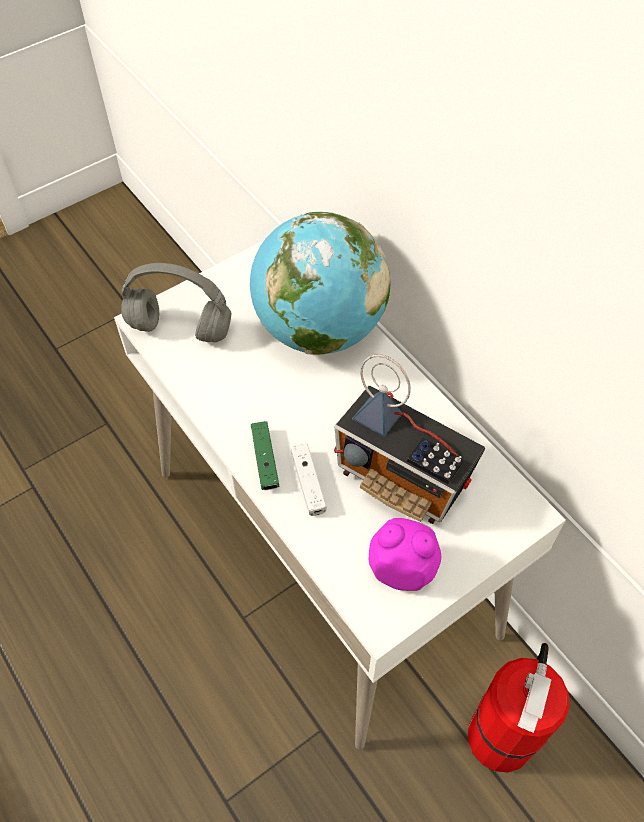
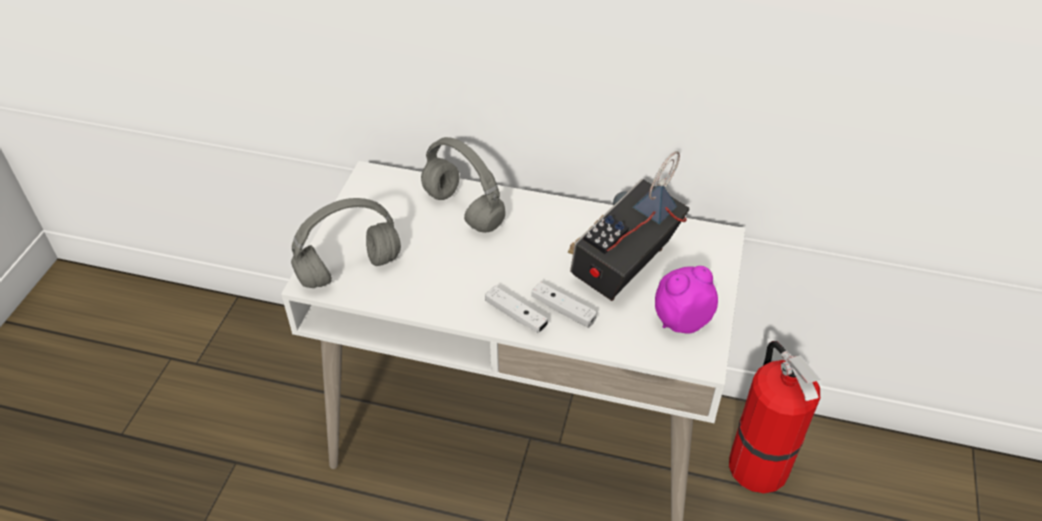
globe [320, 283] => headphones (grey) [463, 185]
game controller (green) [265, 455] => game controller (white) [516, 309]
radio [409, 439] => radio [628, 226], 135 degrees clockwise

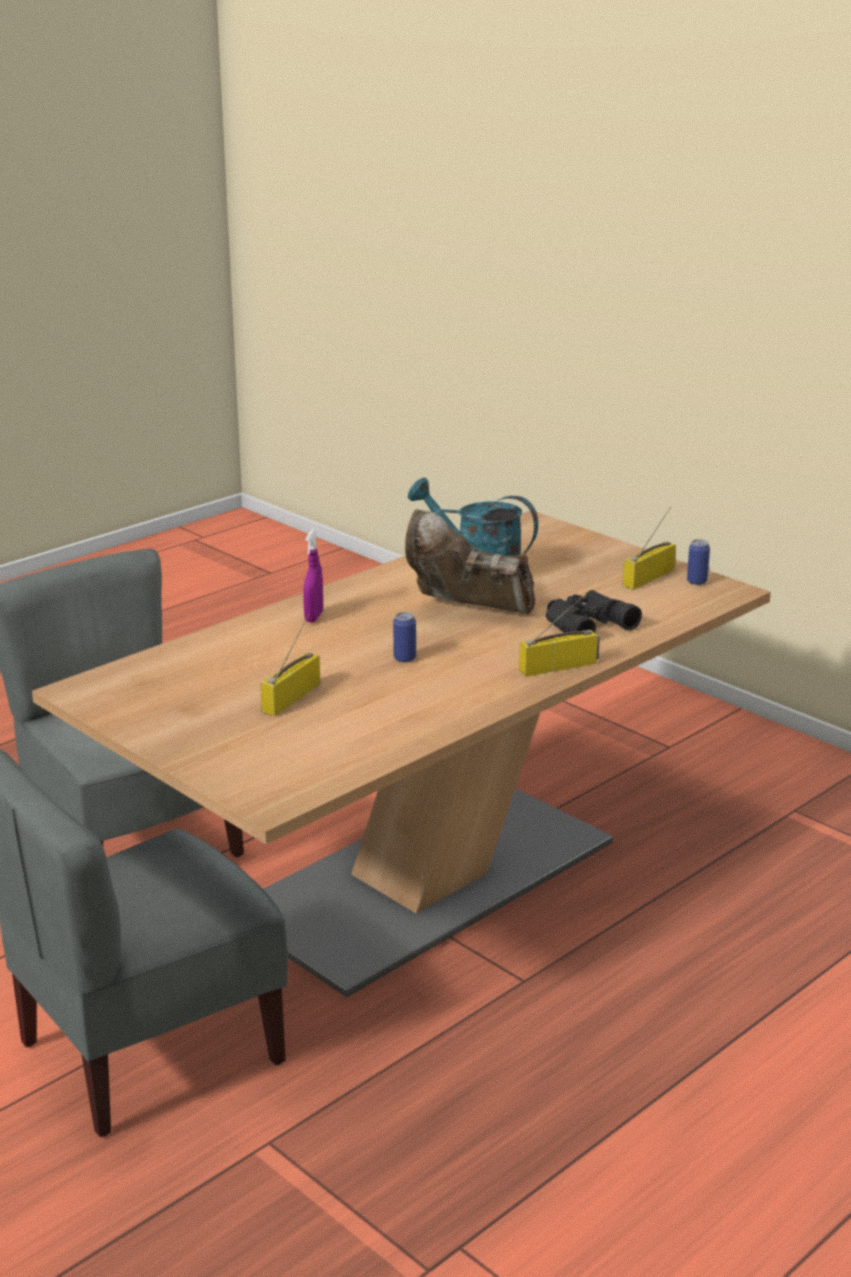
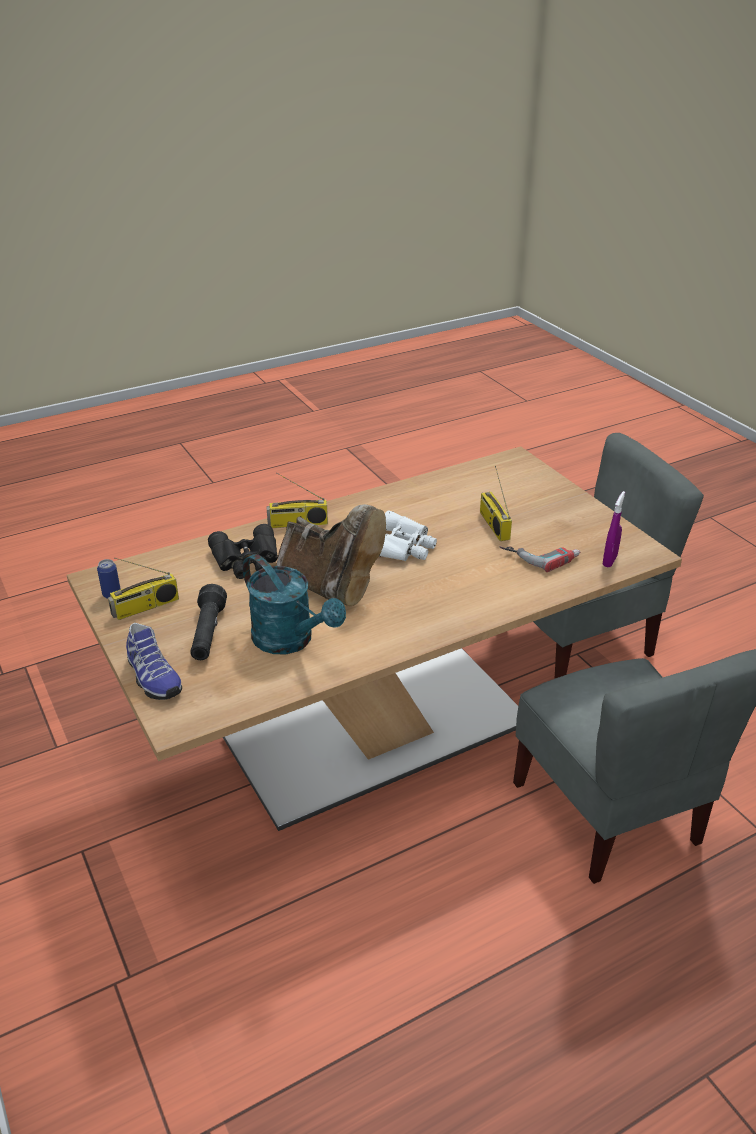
radio [290, 665] => radio [496, 503], 120 degrees clockwise
spray bottle (purple) [313, 576] => spray bottle (purple) [614, 529], shifted
can [404, 637] => binoculars (white) [408, 535]
nothing => shoe [154, 661]
nothing => flashlight (black) [208, 622]
nothing => power drill [540, 559]

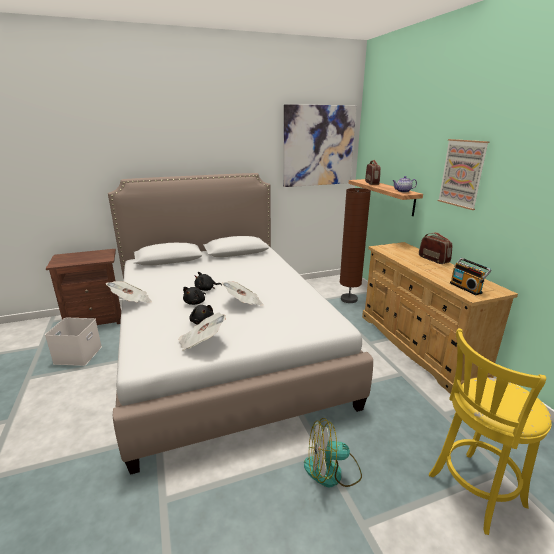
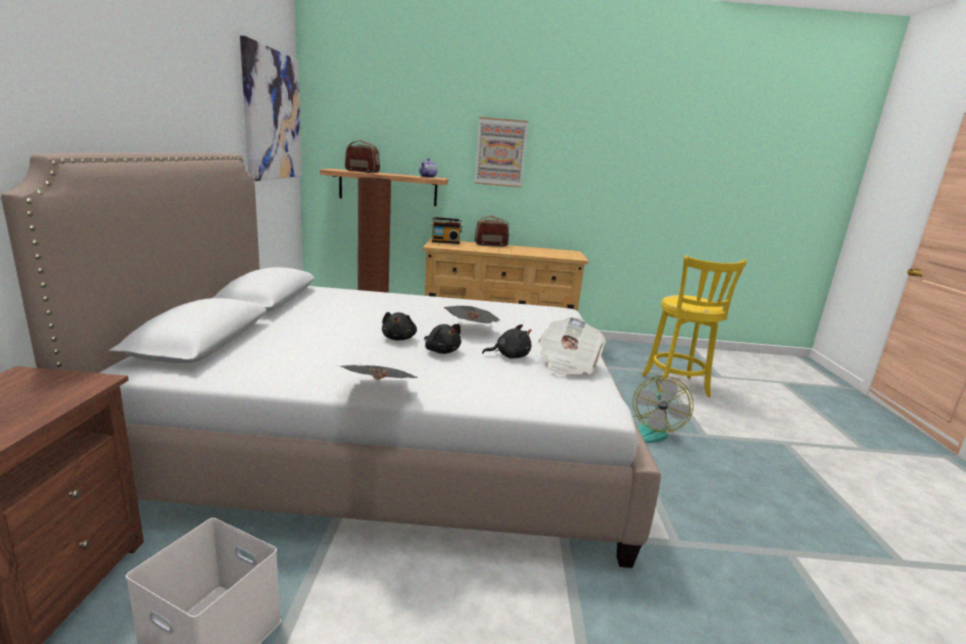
radio [471, 276] => radio [447, 230], shifted

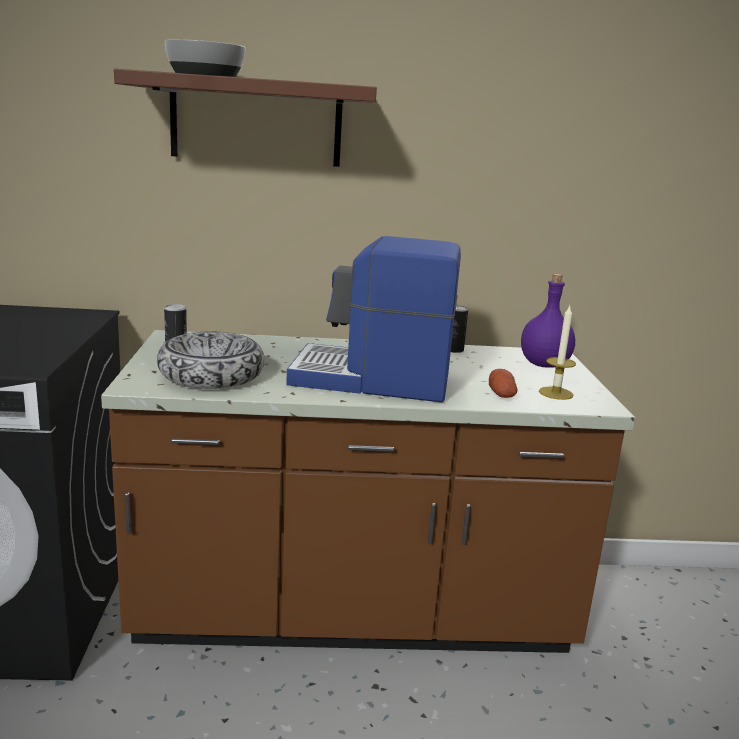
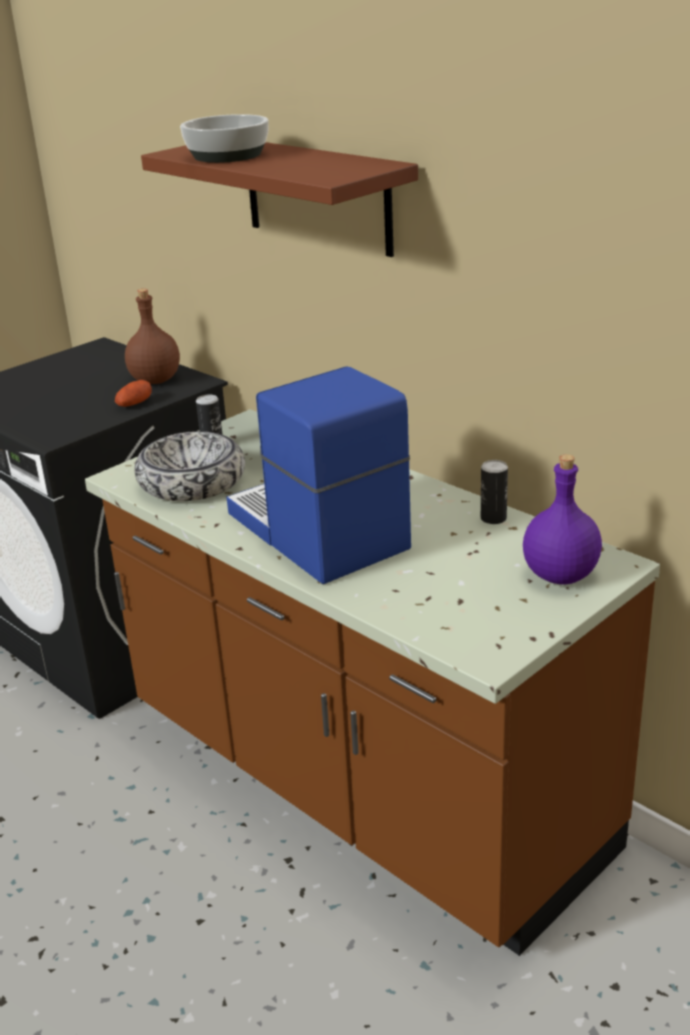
potato [503, 383] => potato [133, 393], shifted
candle [557, 353] => nothing
nothing => bottle (brown) [152, 336]

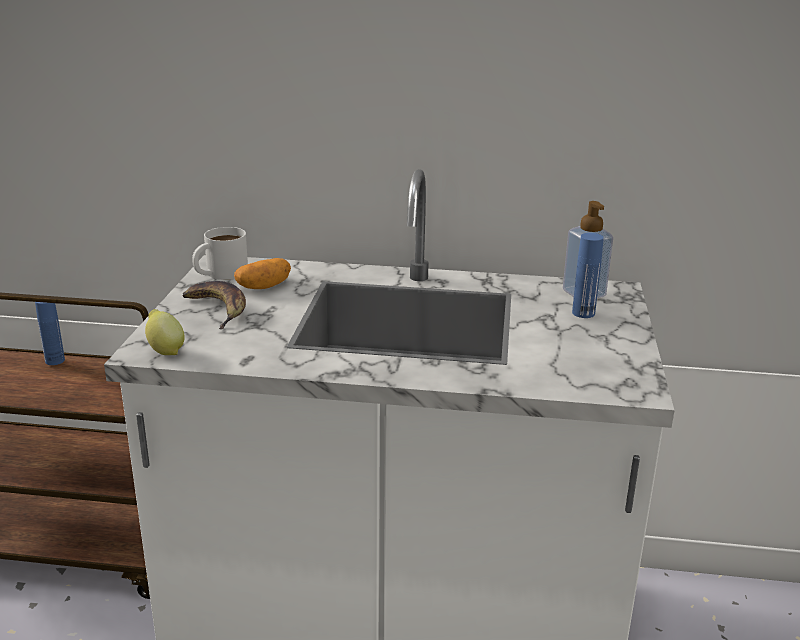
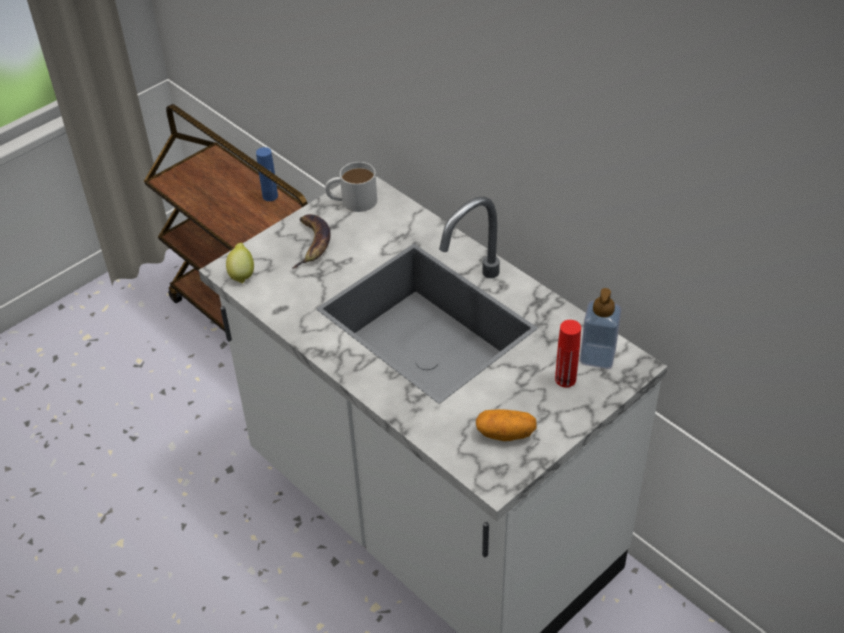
potato [262, 273] => potato [506, 425], shifted
bottle (blue) [588, 275] => bottle (red) [568, 353]

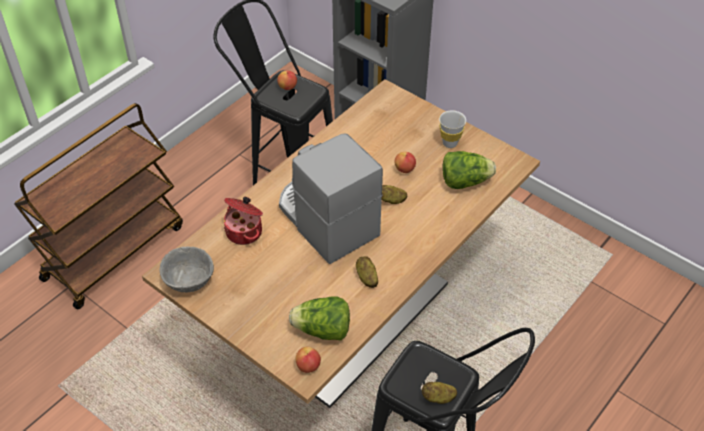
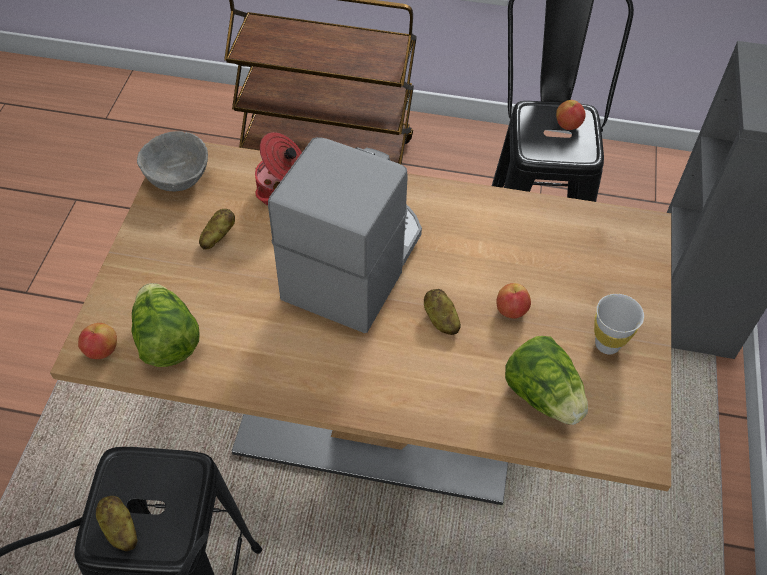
potato [367, 272] => potato [217, 229], shifted

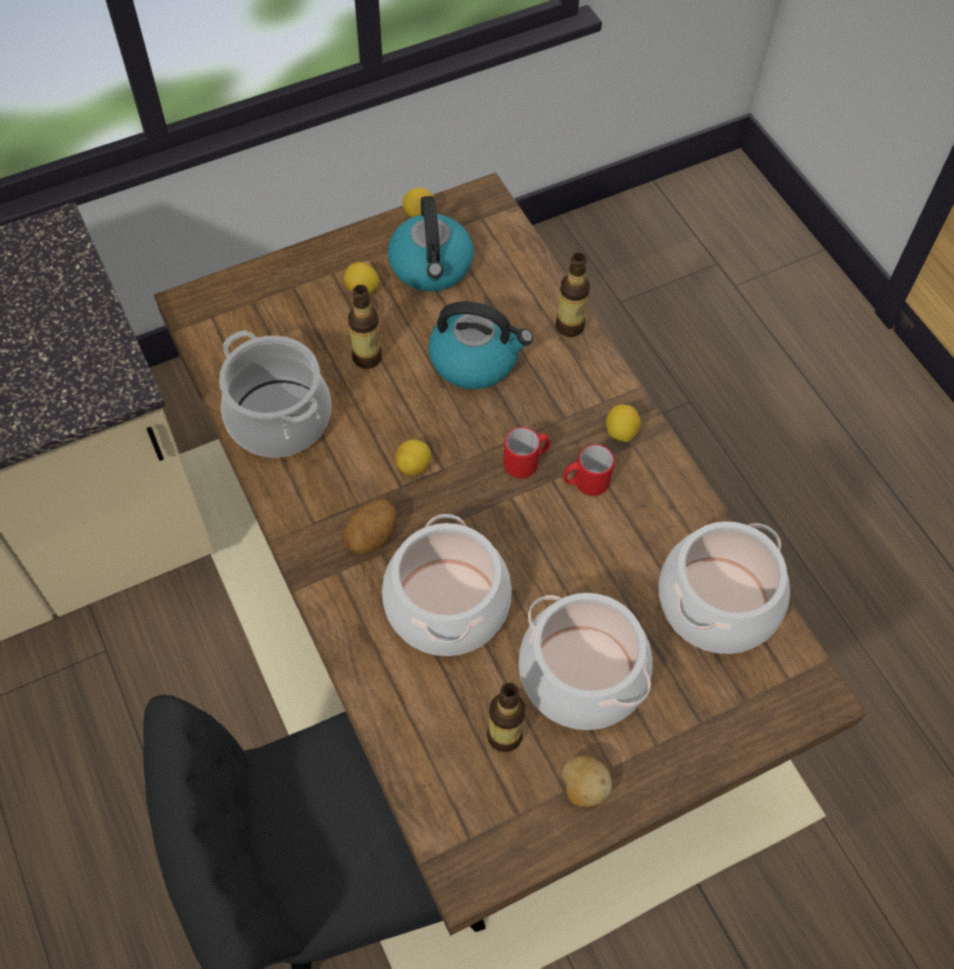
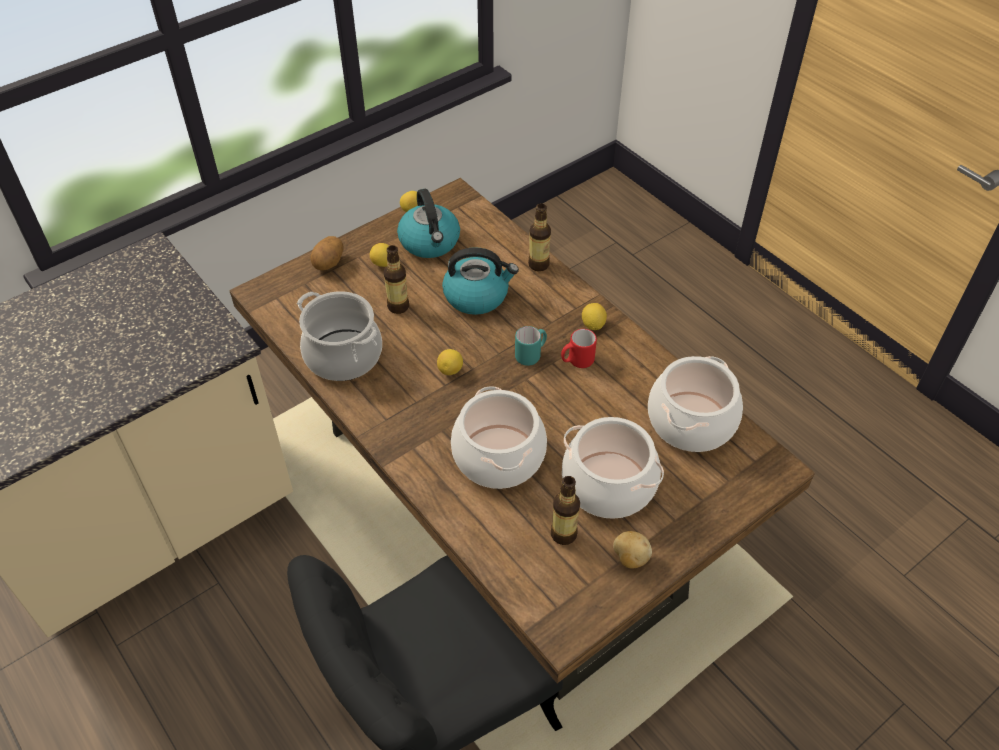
potato [370, 527] => potato [327, 253], shifted
mug (red) [526, 452] => mug (turquoise) [531, 346]

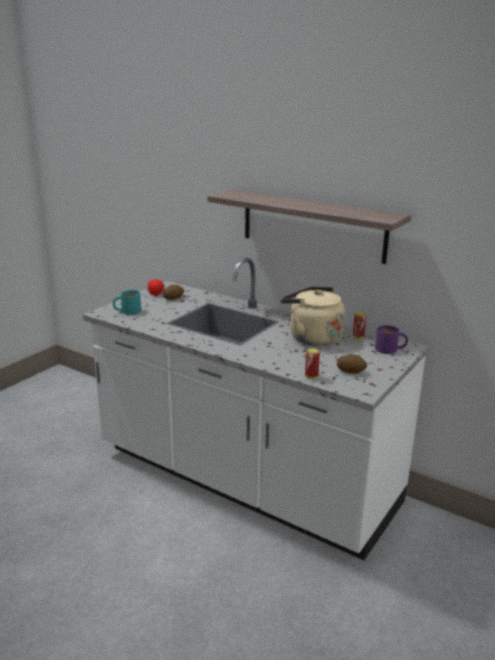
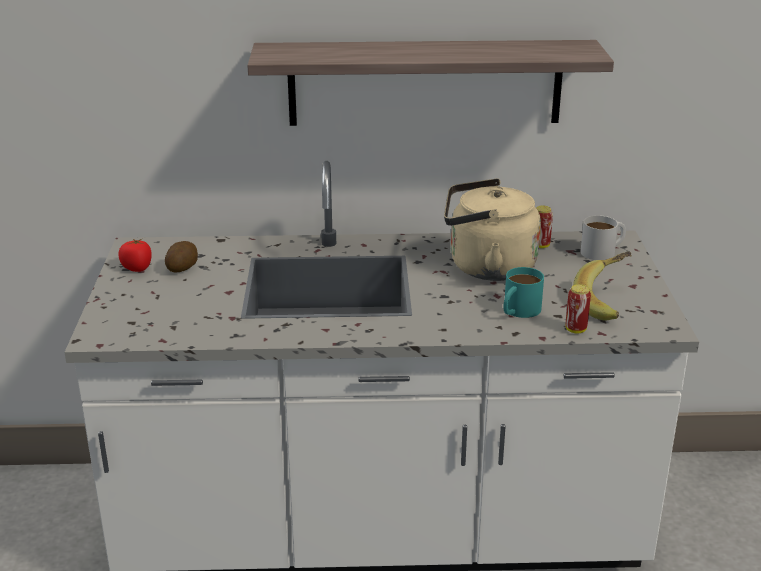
mug (turquoise) [127, 302] => mug (turquoise) [524, 292], shifted
potato [352, 364] => banana [602, 286]
mug (purple) [391, 339] => mug (white) [603, 237]

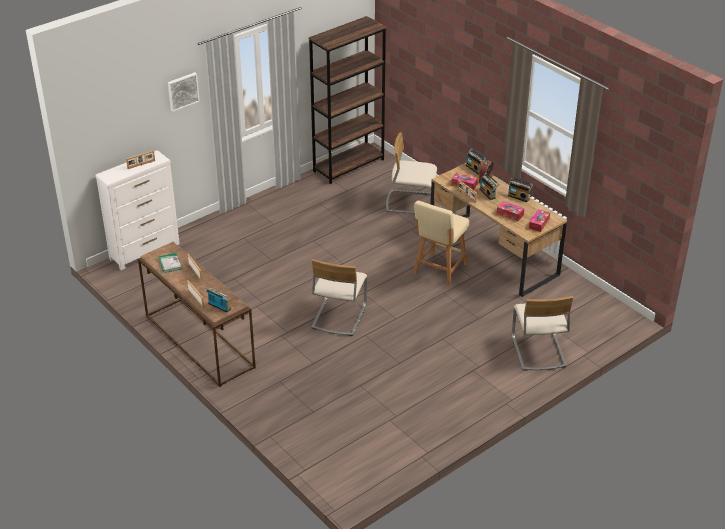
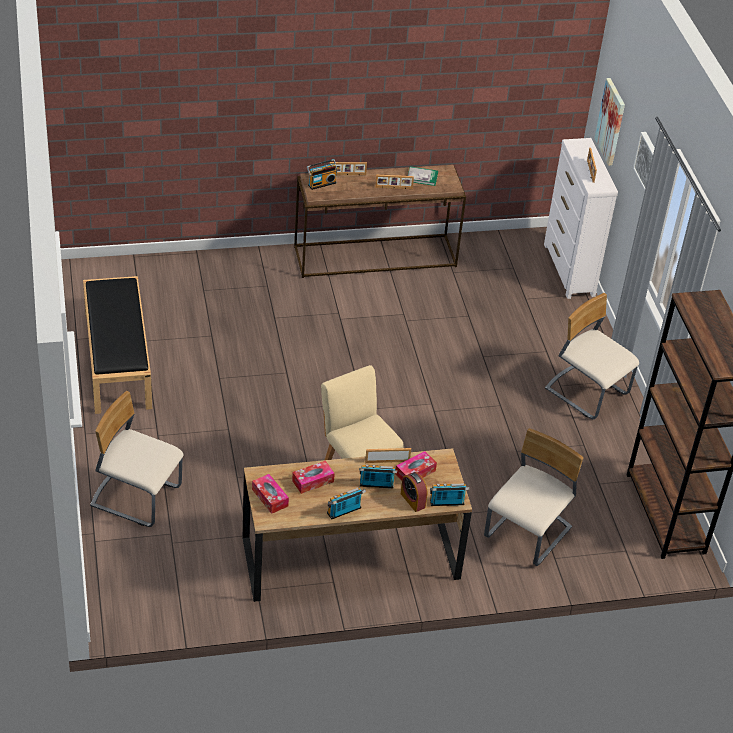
chair (beige) [339, 297] => chair (beige) [592, 356], shifted
nothing => bench (black) [117, 345]
nothing => picture [610, 122]

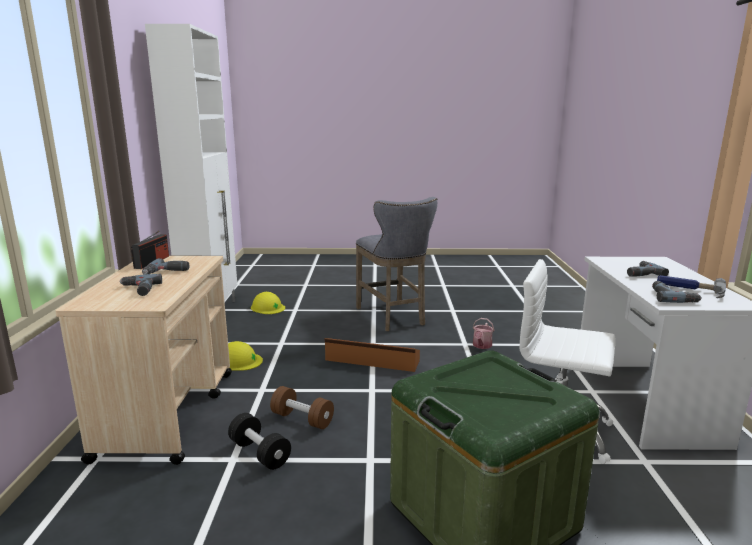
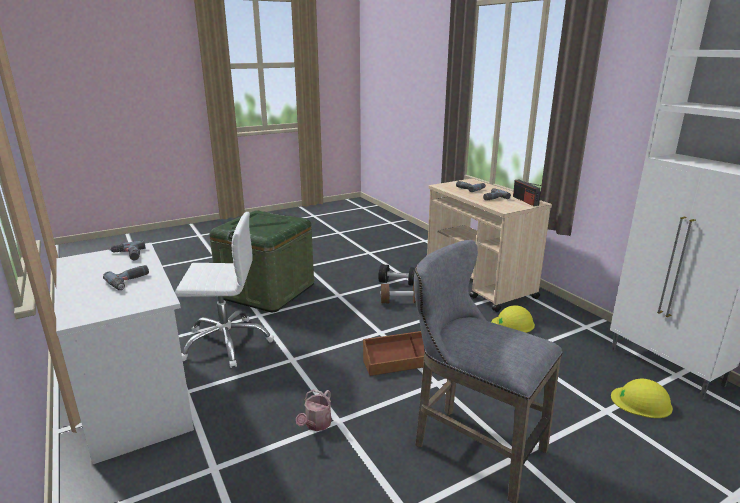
watering can [483, 333] => watering can [313, 410], 150 degrees counterclockwise
hammer [691, 286] => nothing

